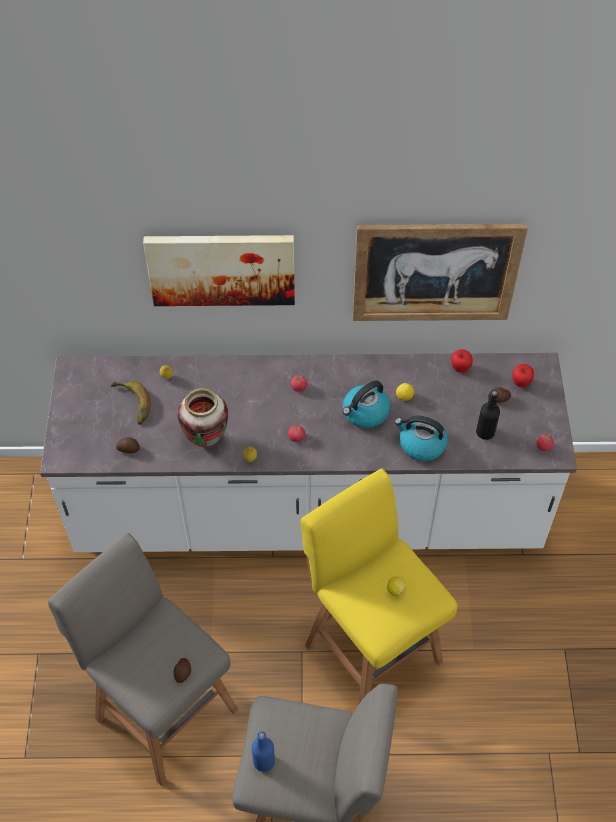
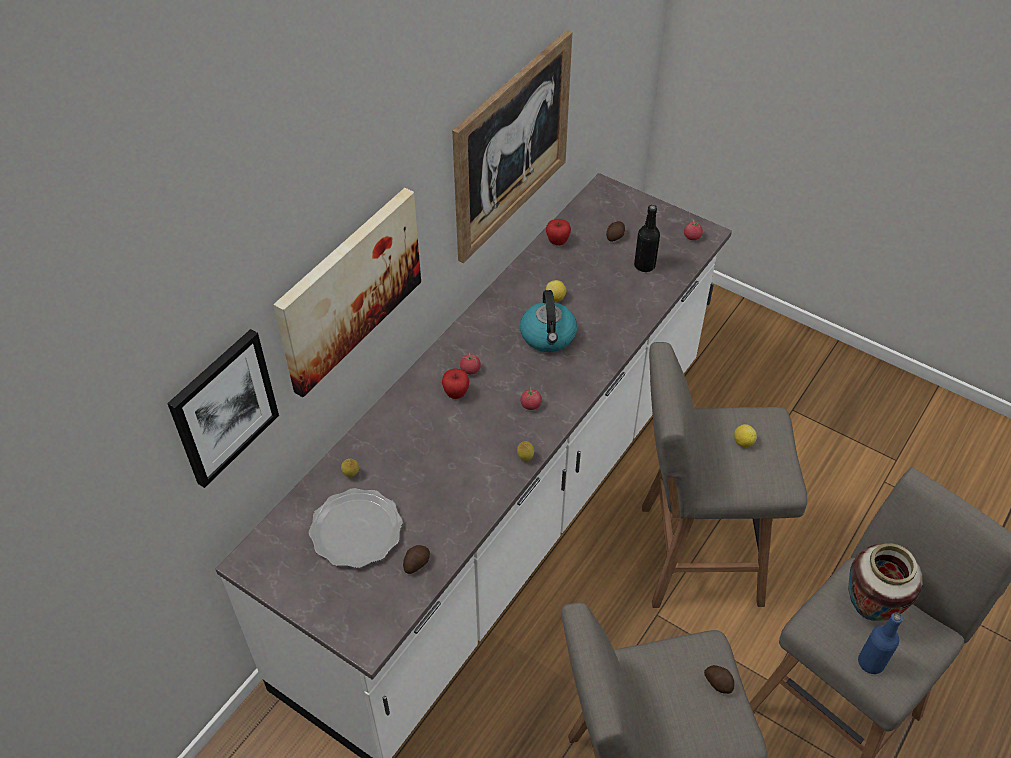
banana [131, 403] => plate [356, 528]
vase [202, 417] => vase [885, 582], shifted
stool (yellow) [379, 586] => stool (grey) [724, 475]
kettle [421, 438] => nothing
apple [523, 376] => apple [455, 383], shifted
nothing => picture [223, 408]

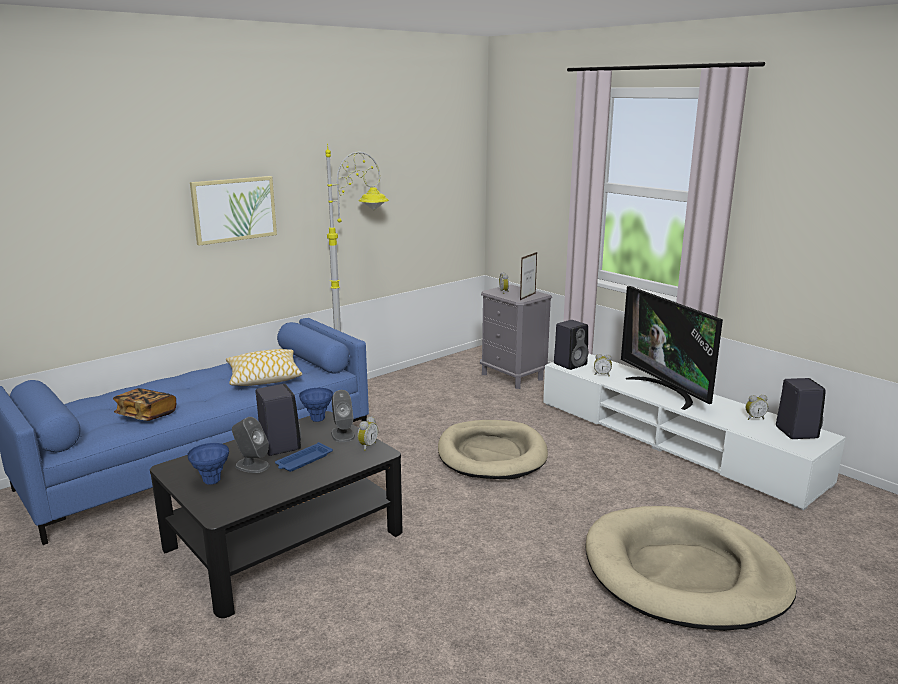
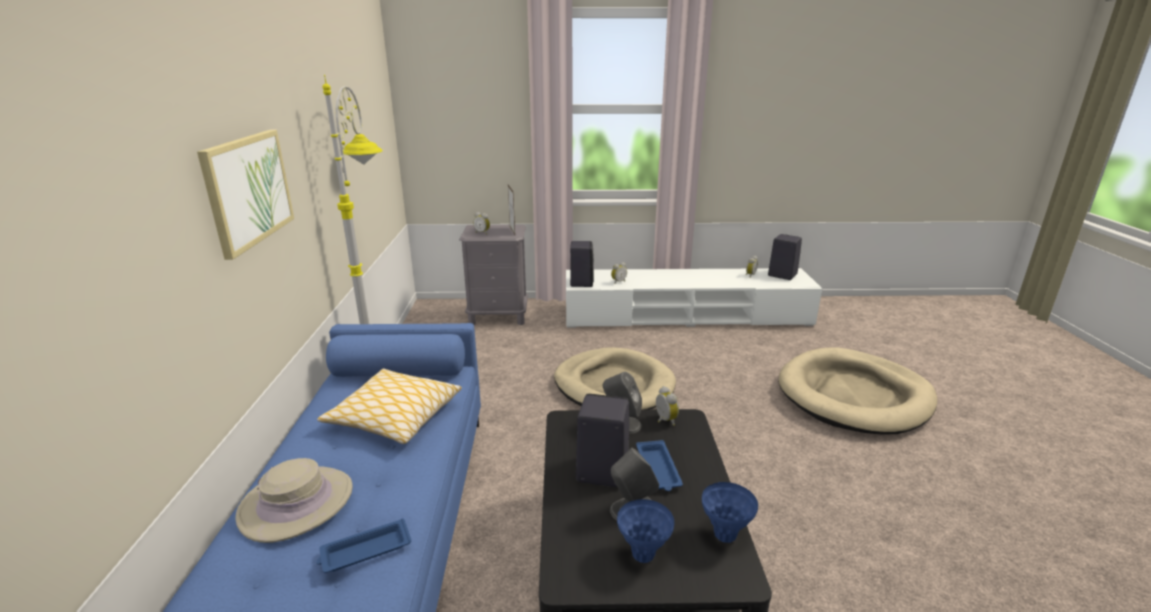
book [144, 404] => tray (blue) [363, 545]
vase (blue) [316, 405] => vase (blue) [730, 512], shifted
television [672, 348] => nothing
nothing => hat (beige) [294, 500]

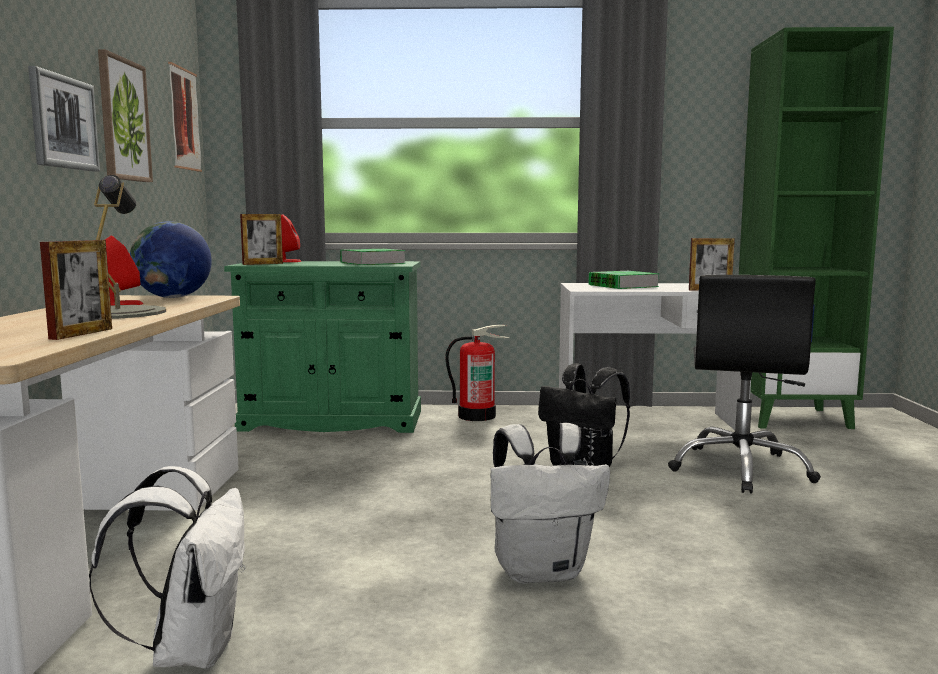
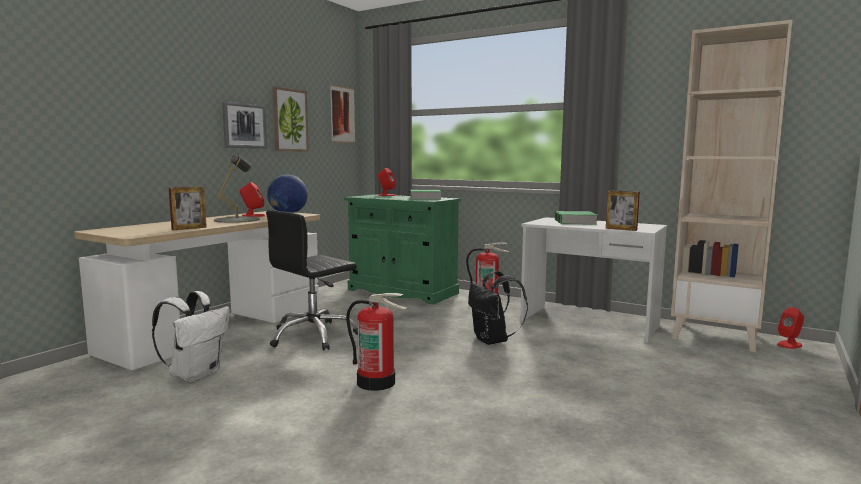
picture frame [261, 239] => nothing
backpack (white) [550, 503] => fire extinguisher [376, 342]
office chair (black) [744, 384] => office chair (black) [312, 280], shifted
bookcase (green) [816, 228] => bookcase (beige) [731, 186]
nothing => speaker (red) [790, 328]

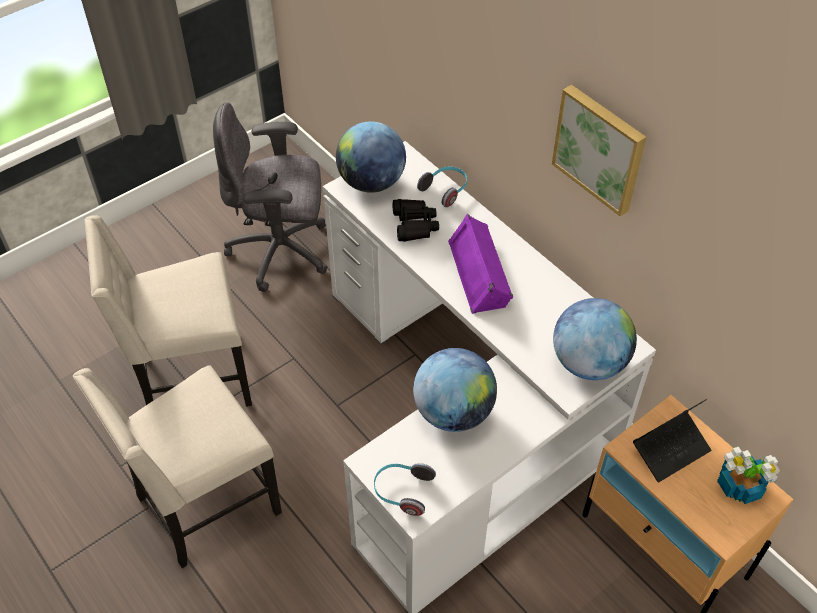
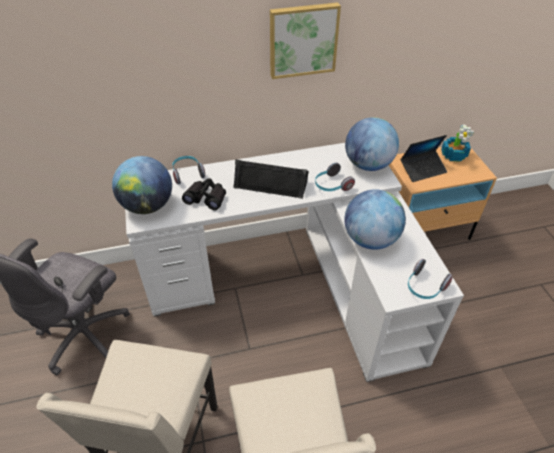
speaker (purple) [480, 264] => speaker (black) [271, 179]
laptop [672, 440] => laptop [424, 158], 75 degrees clockwise
nothing => headphones [335, 177]

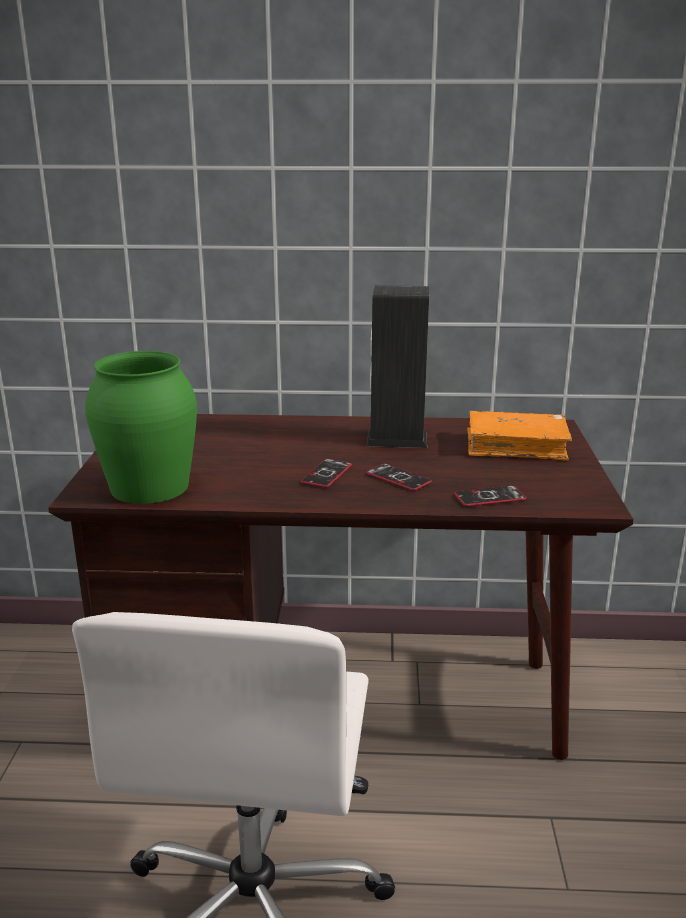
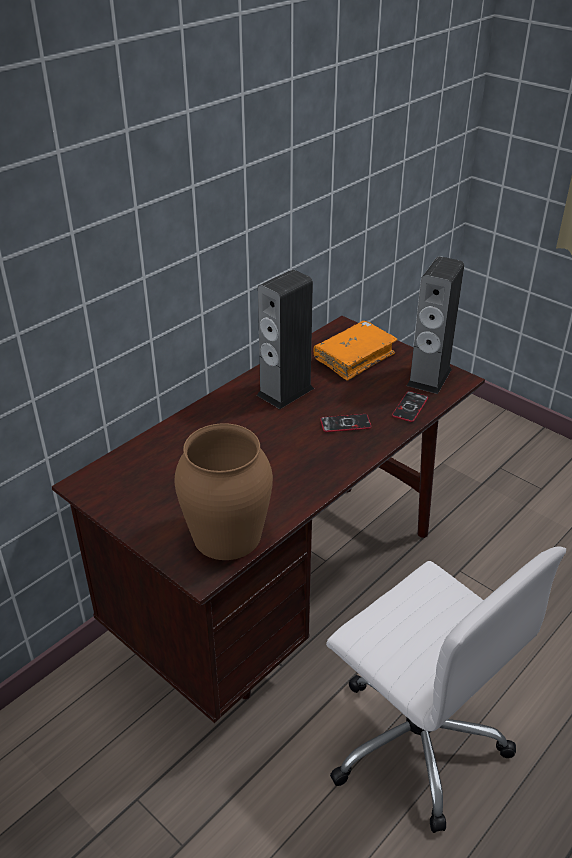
vase (green) [141, 427] => vase (brown) [223, 491]
phone [326, 473] => nothing
nothing => speaker [435, 325]

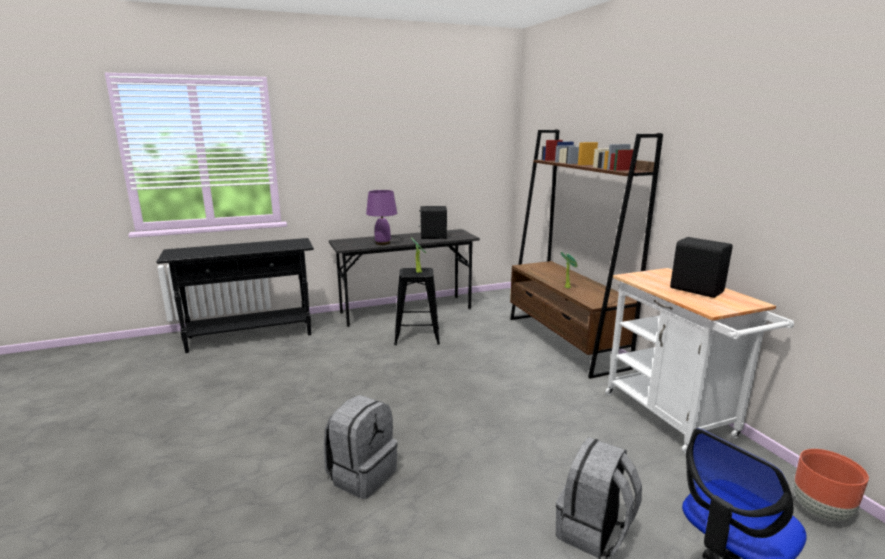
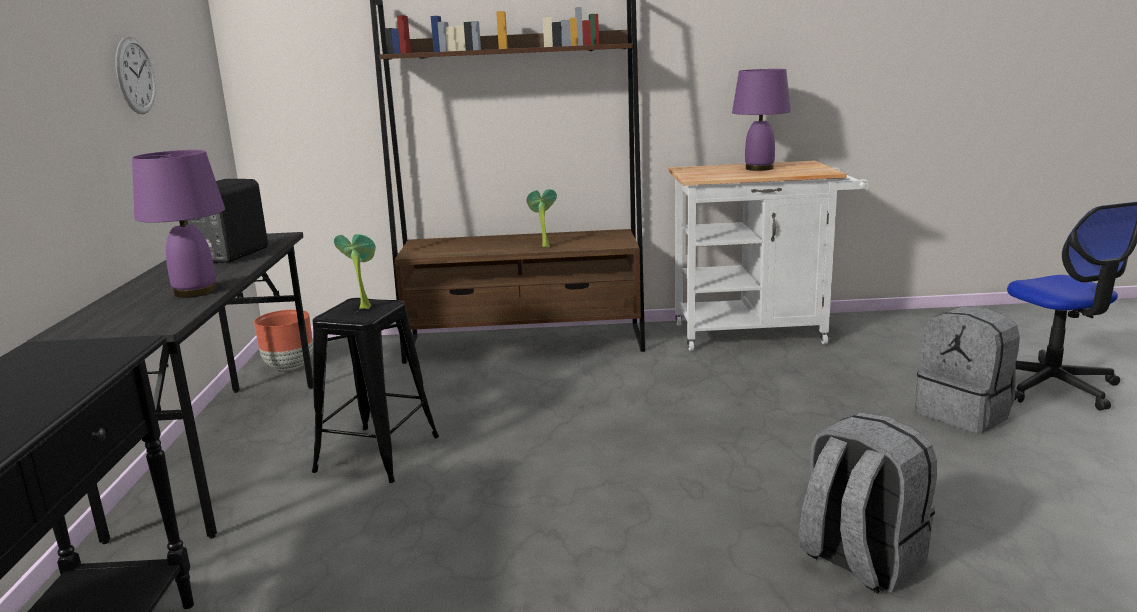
speaker (black) [701, 267] => table lamp (purple) [761, 120]
planter (brown) [831, 485] => planter (brown) [283, 340], shifted
nothing => wall clock [135, 75]

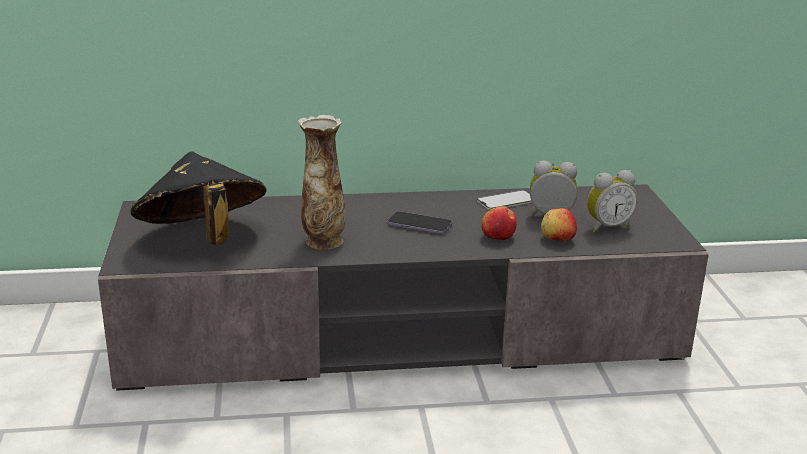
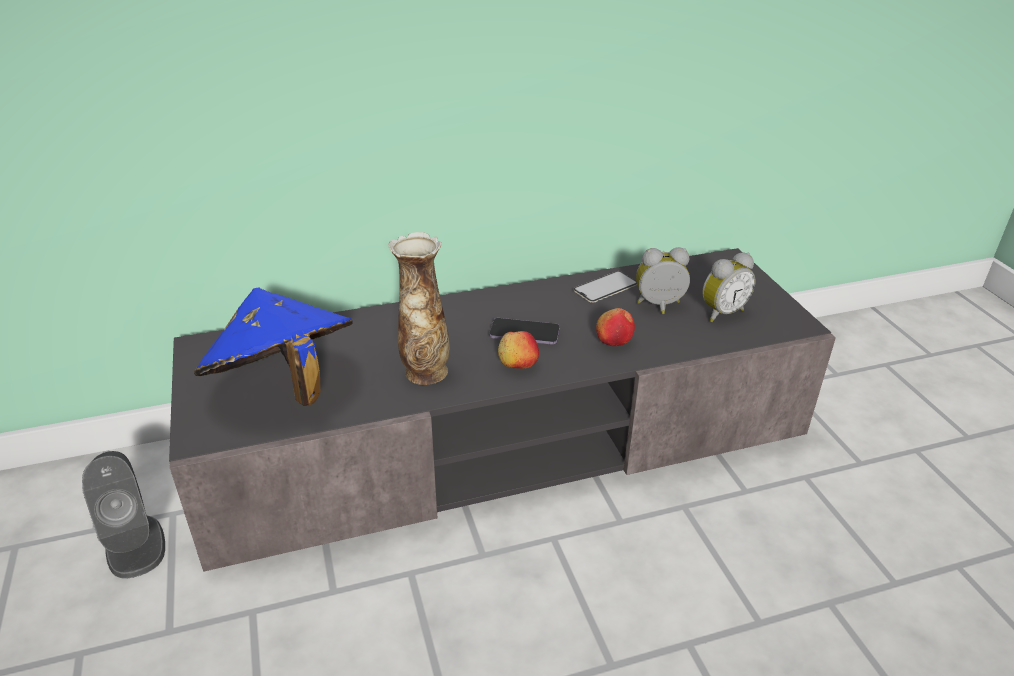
hat (black) [199, 198] => hat (blue) [273, 346]
apple [559, 224] => apple [518, 350], shifted
nothing => speaker (grey) [123, 515]

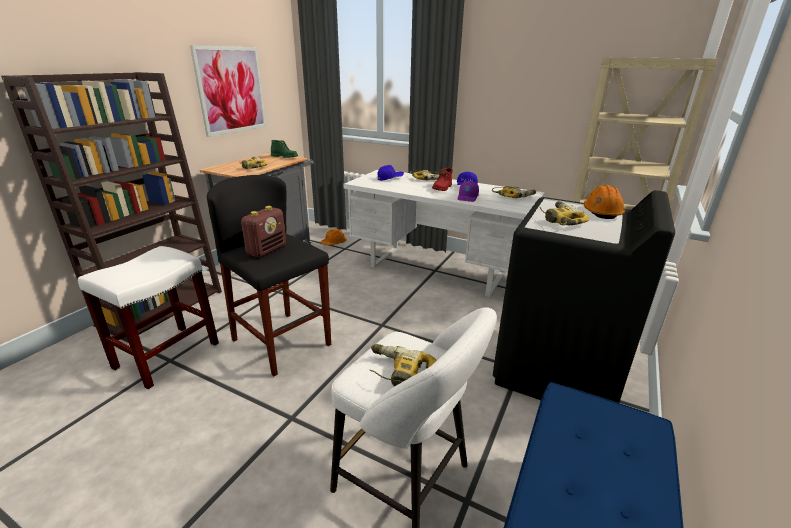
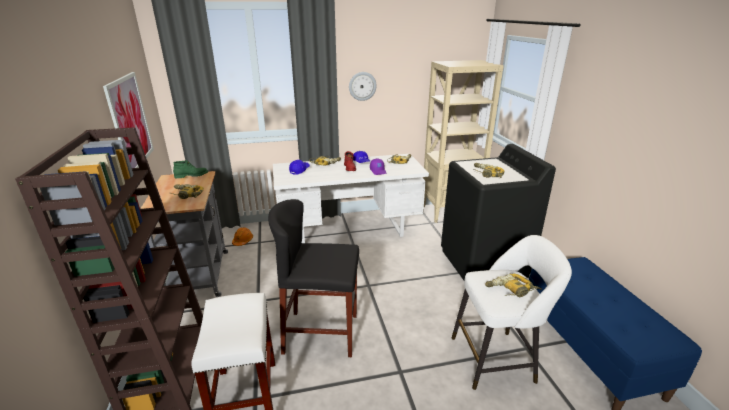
radio [263, 231] => nothing
hard hat (orange) [604, 202] => nothing
nothing => wall clock [363, 86]

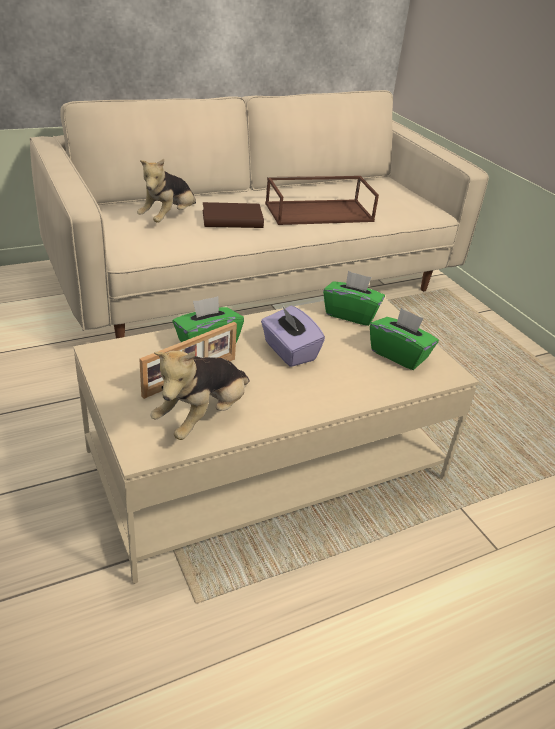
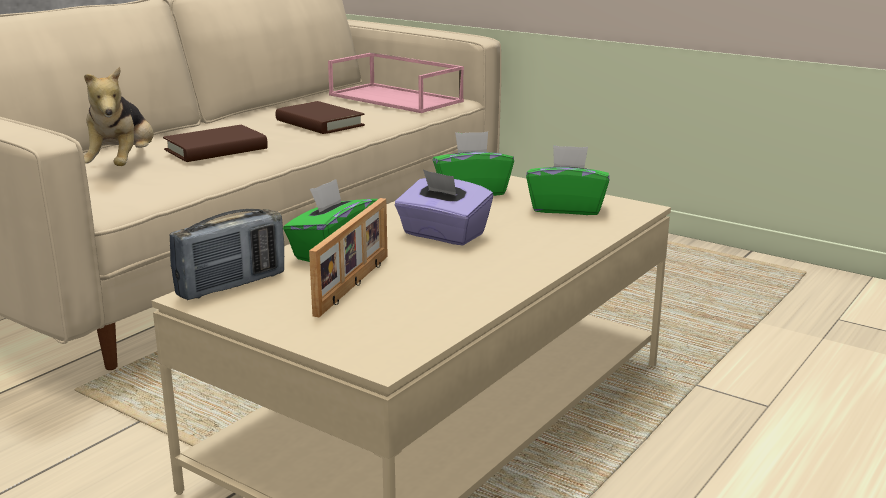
plush toy [200, 395] => nothing
tray (brown) [322, 200] => book (brown) [320, 117]
nothing => radio [227, 254]
nothing => tray (pink) [396, 82]

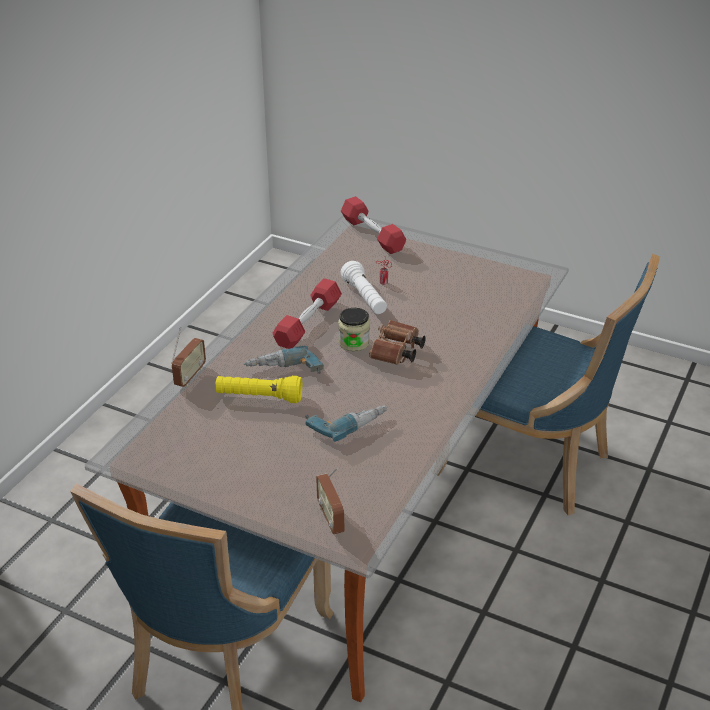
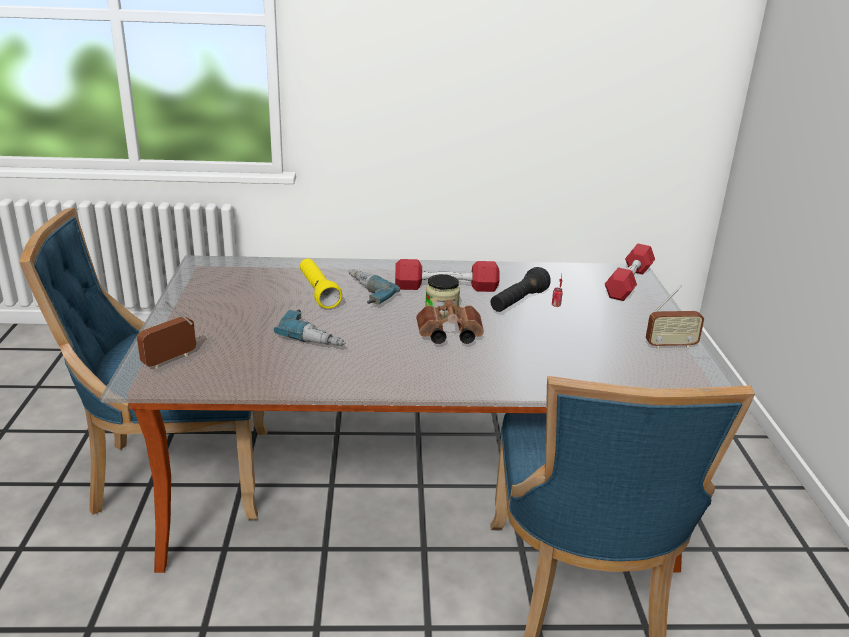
radio [188, 357] => radio [675, 317], shifted
flashlight (white) [364, 287] => flashlight (black) [520, 289]

